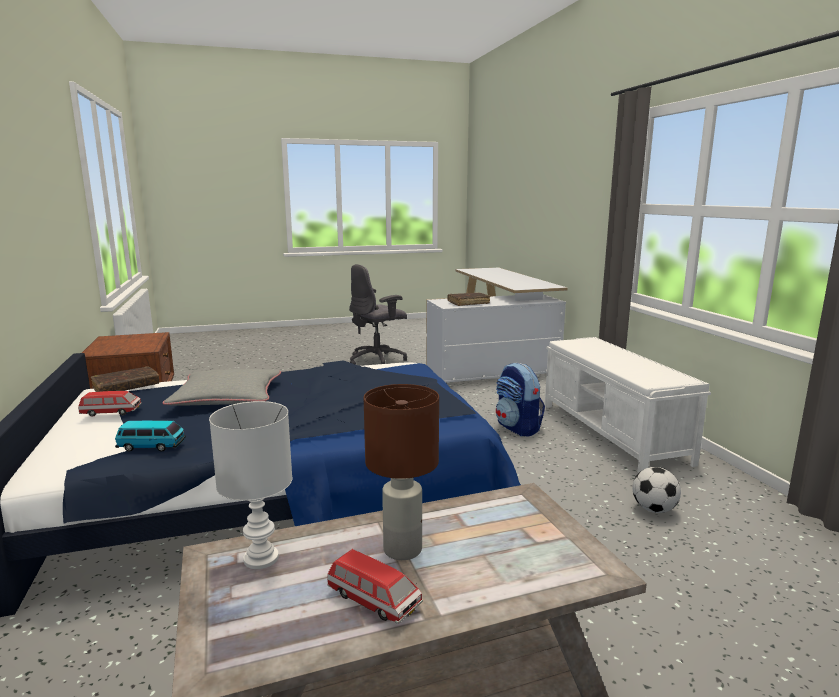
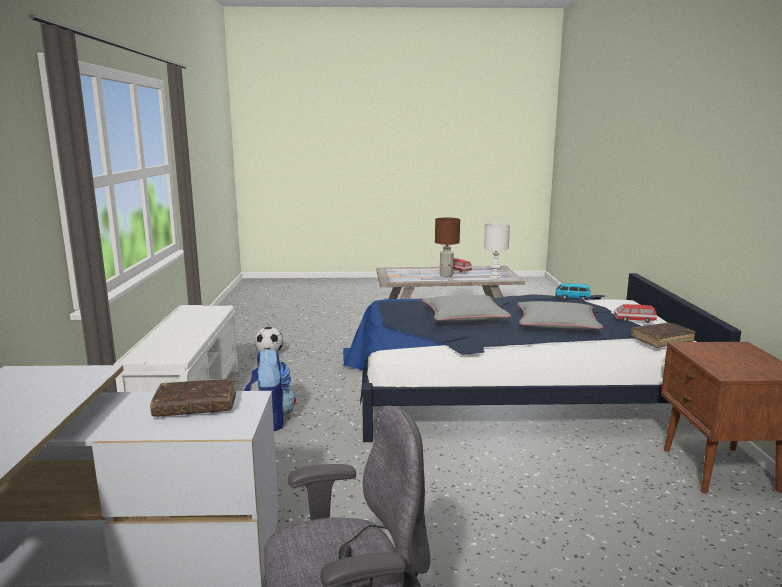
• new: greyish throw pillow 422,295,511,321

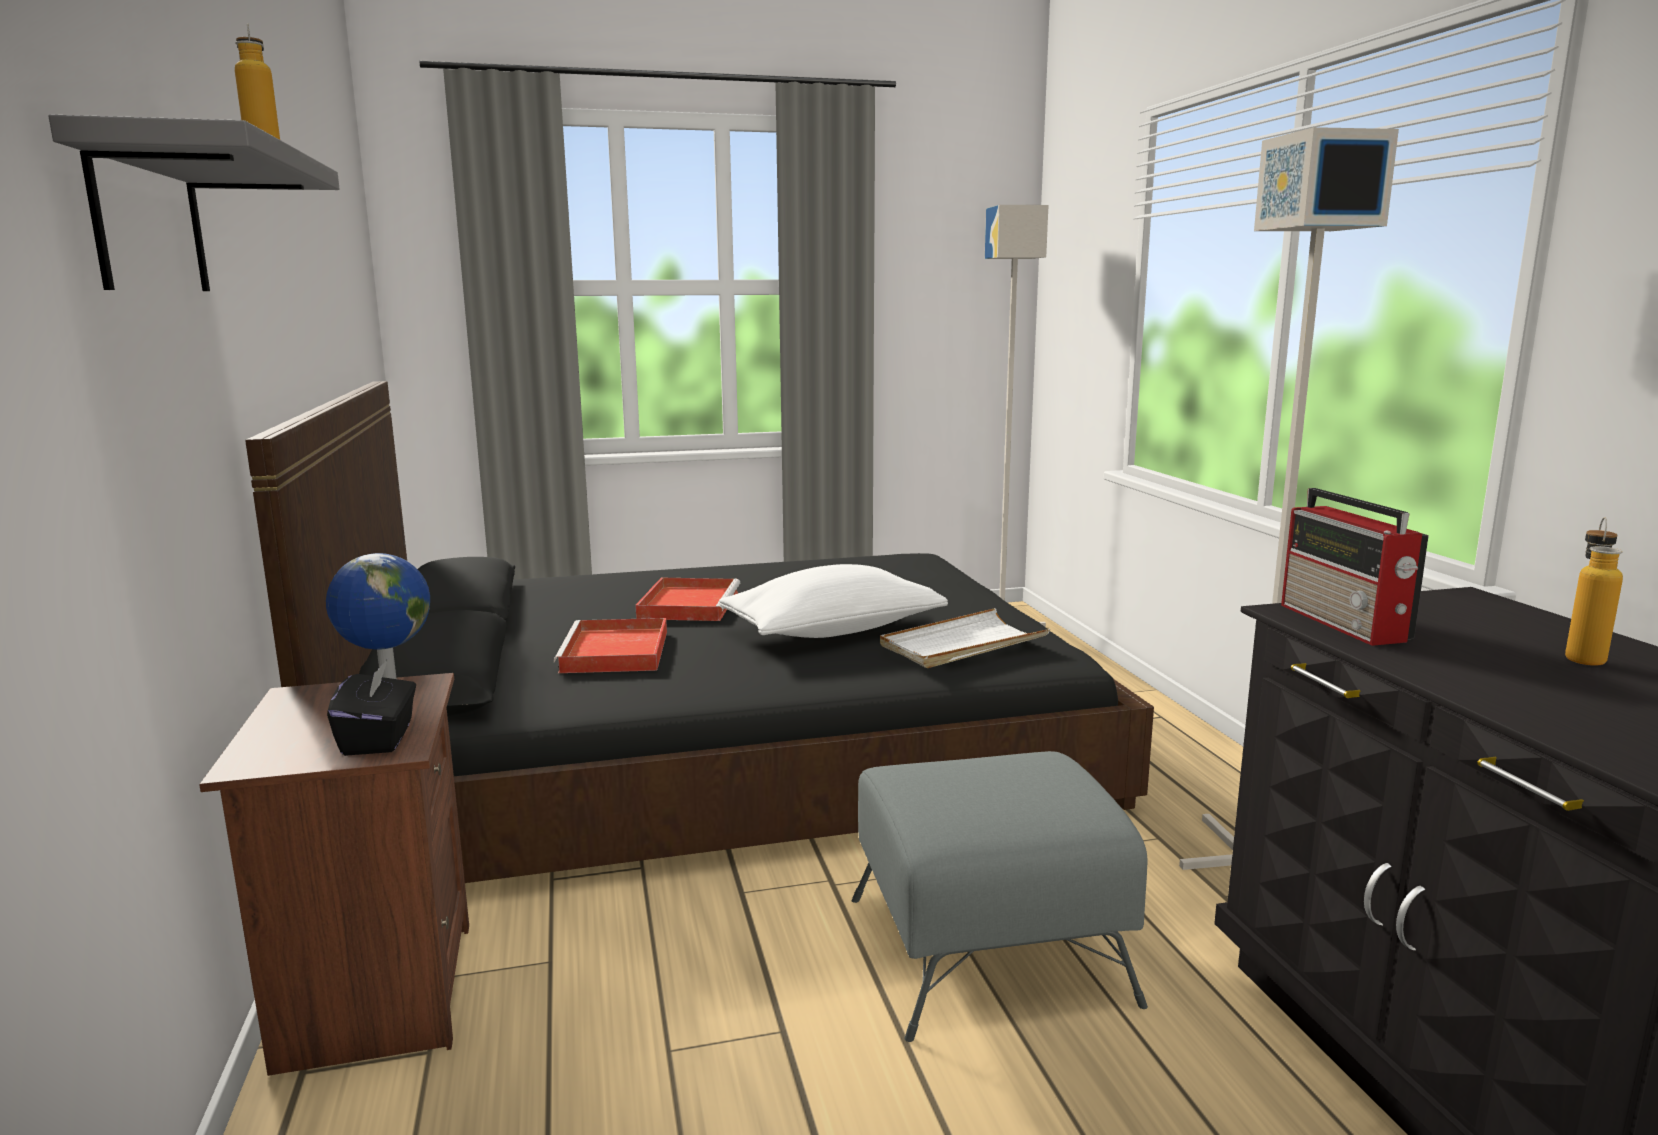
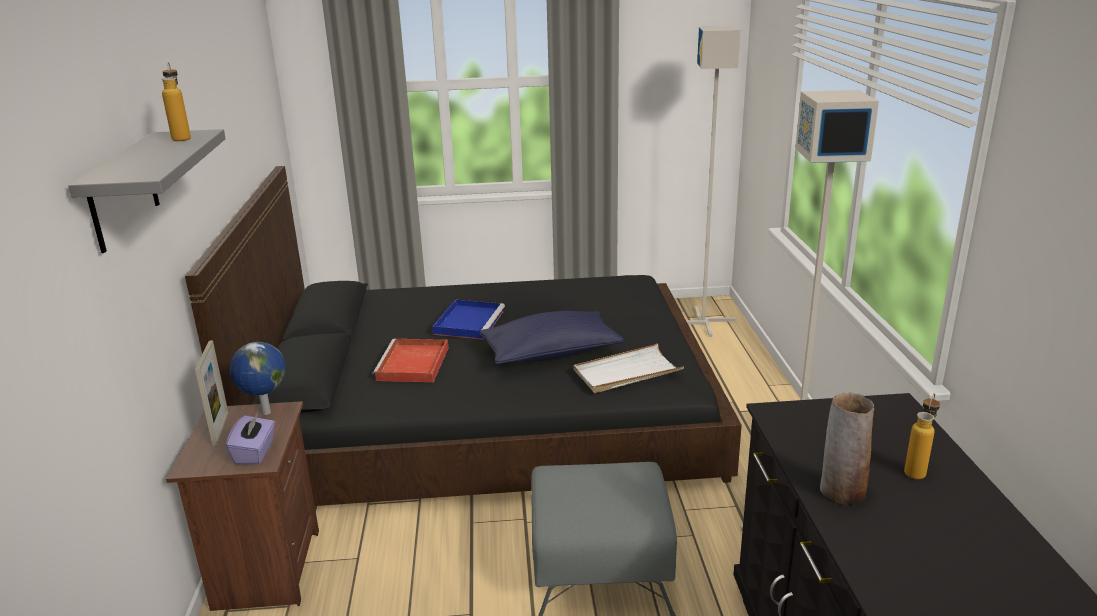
• new: photo frame 195,340,228,446
• repainted: black-coloured tissue box 327,659,416,756 to purple-coloured tissue box 226,413,275,465
• repainted: reddish tray 635,578,740,621 to bluish tray 432,300,505,339
• repainted: white throw pillow 719,564,948,638 to bluish throw pillow 480,311,624,364
• new: decorative vase 820,393,874,505
• gone: radio receiver 1281,488,1429,646

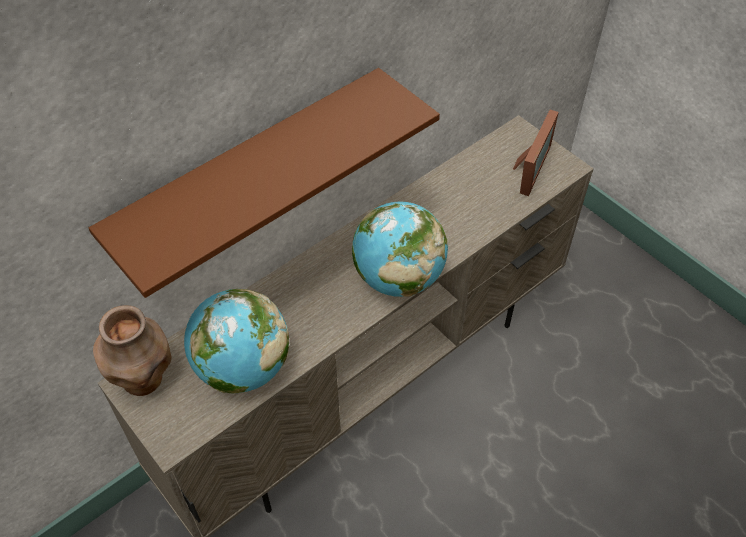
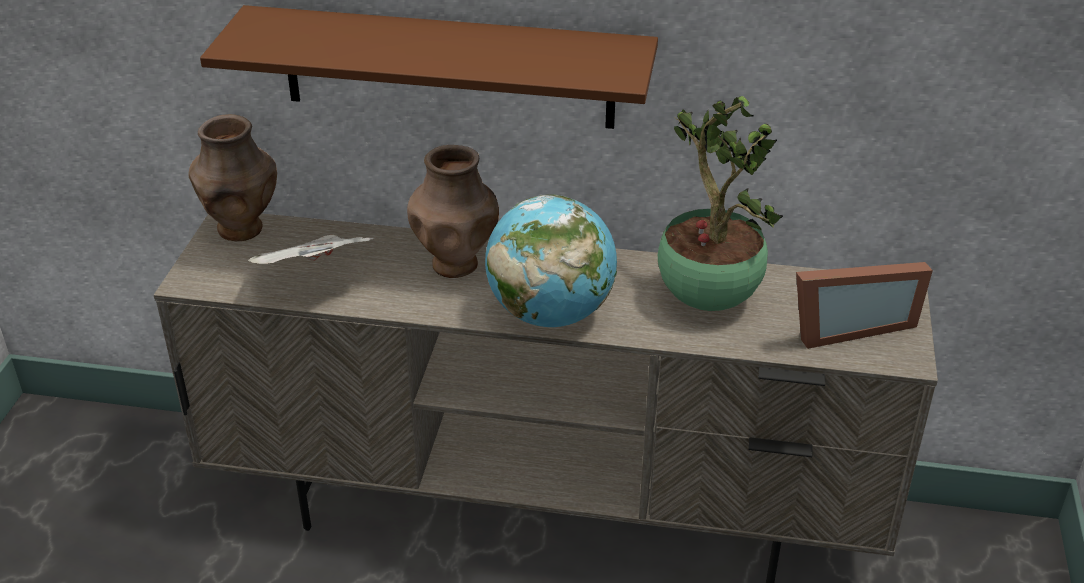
• swapped: desk globe 184,289,289,393 to printed paper 248,235,374,264
• new: brownish decorative vase 407,145,499,278
• new: potted plant 658,96,783,311

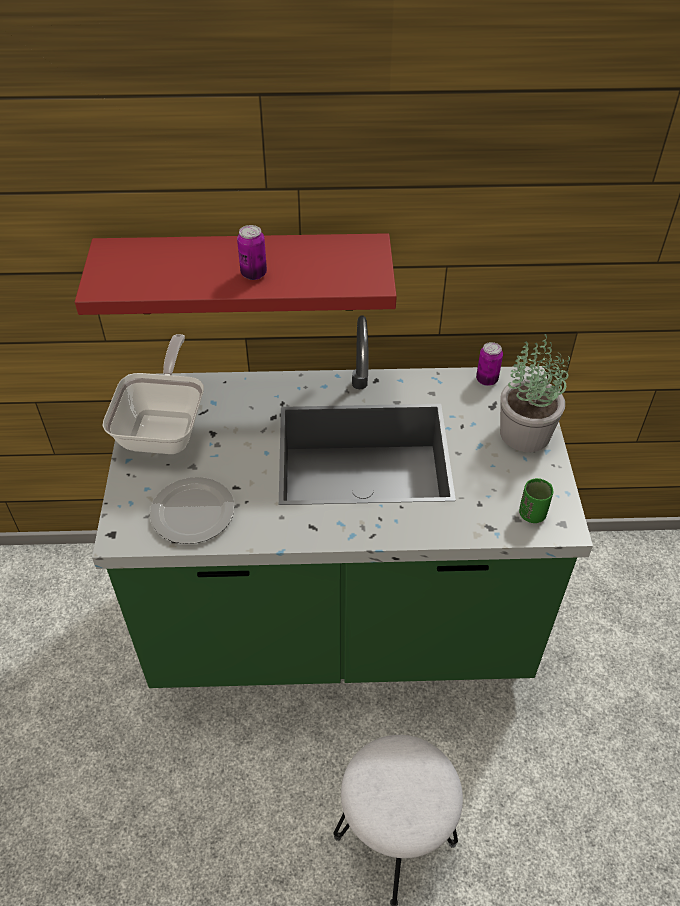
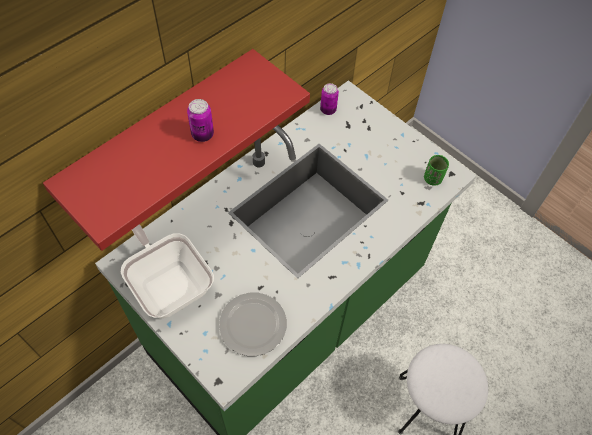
• gone: potted plant 500,334,570,452

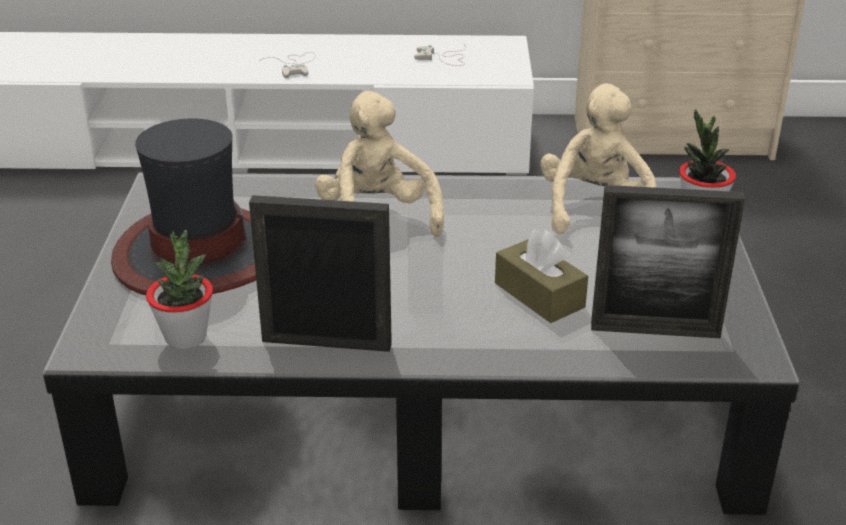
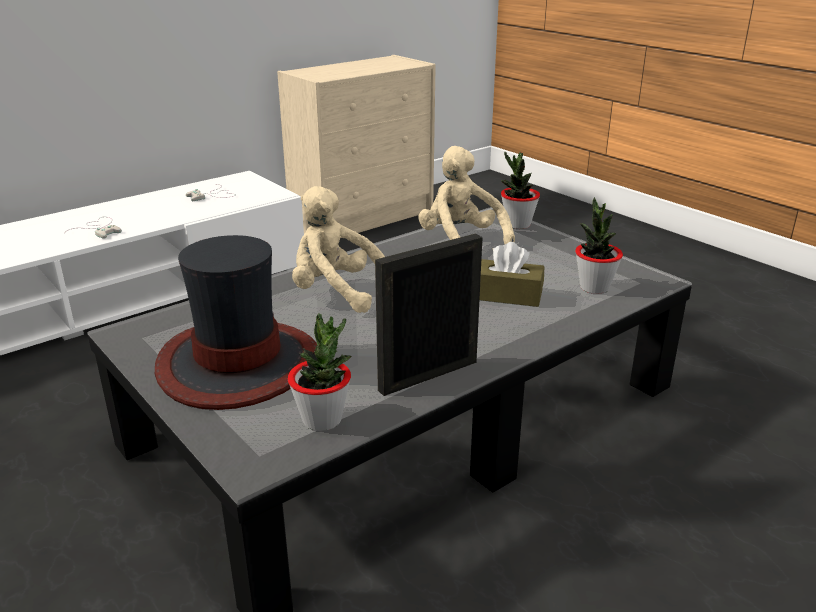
• swapped: photo frame 591,185,745,339 to potted plant 575,197,623,294

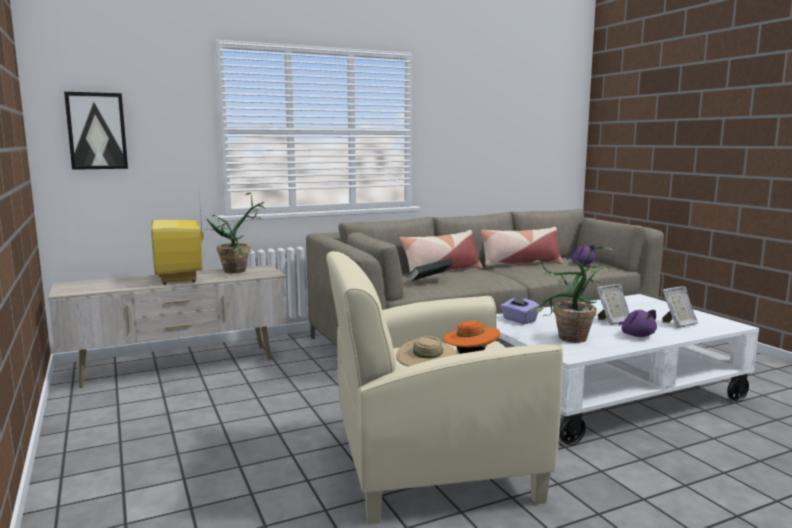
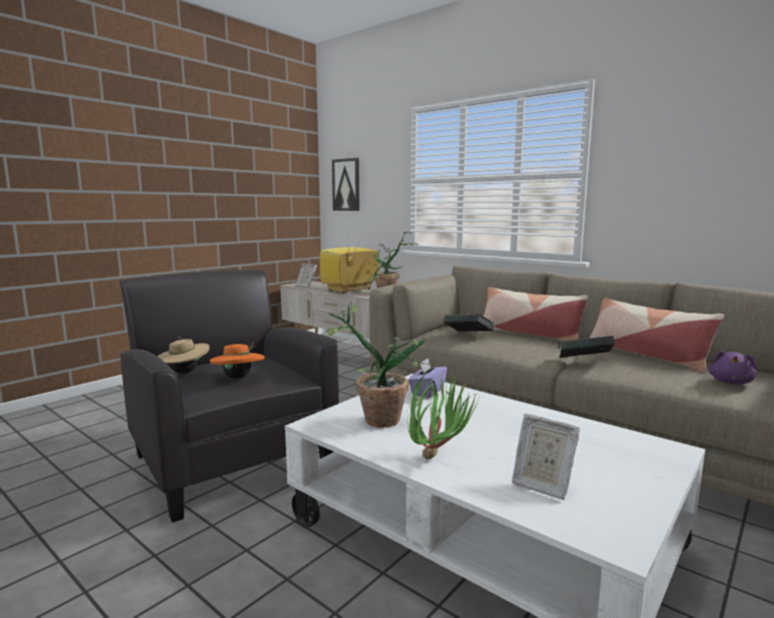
• repainted: beige armchair 326,251,563,524 to black-coloured armchair 120,270,339,522
• shifted: photo frame 596,284,630,325 to 296,263,317,288
• swapped: purple-coloured plush toy 619,310,657,337 to potted plant 407,372,480,460
• new: volume 558,336,615,358

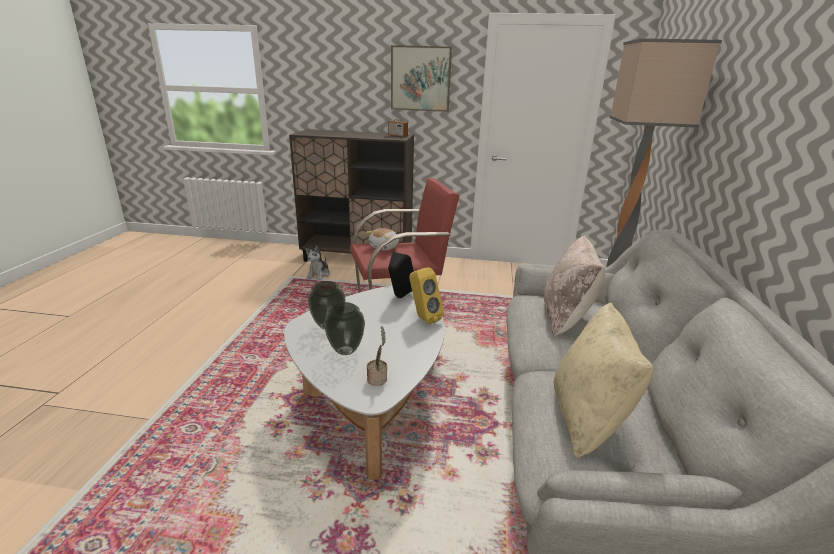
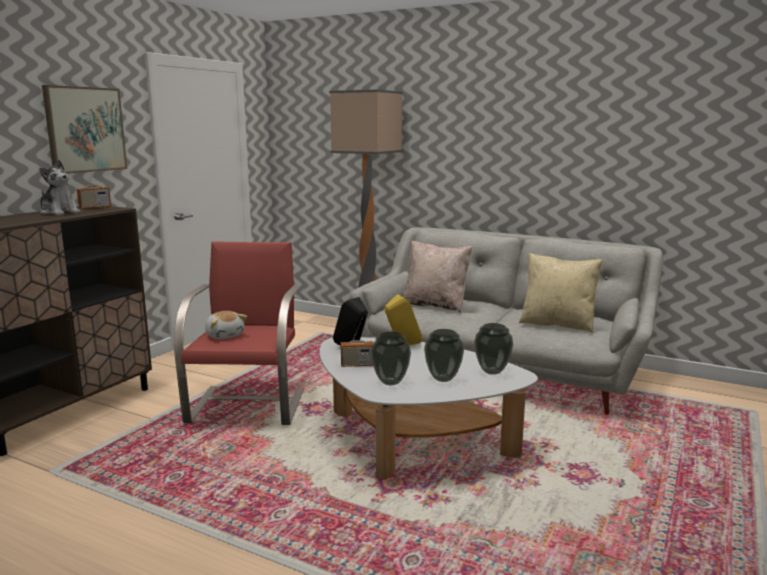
• shifted: plush toy 305,245,330,280 to 39,159,80,215
• new: radio receiver 341,317,373,367
• swapped: potted plant 367,326,387,386 to decorative vase 474,323,513,375

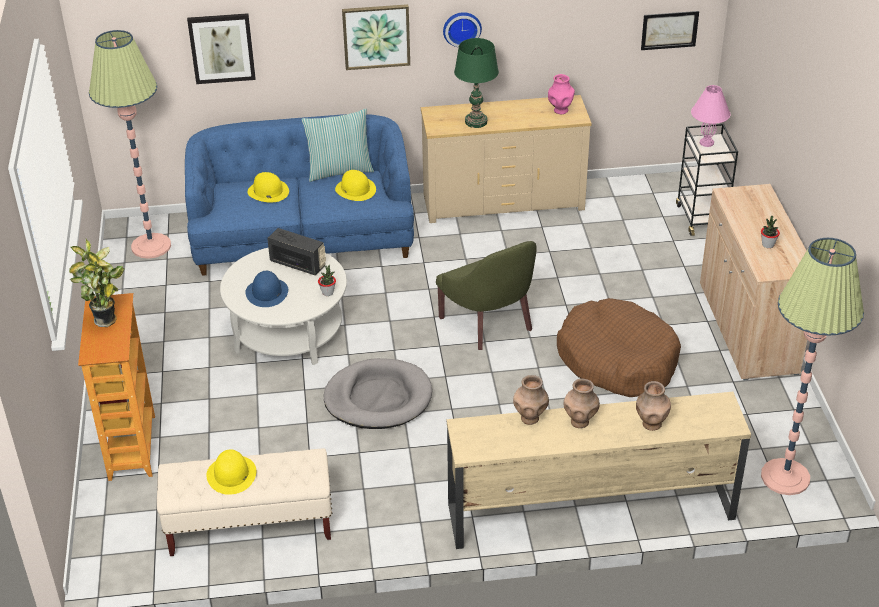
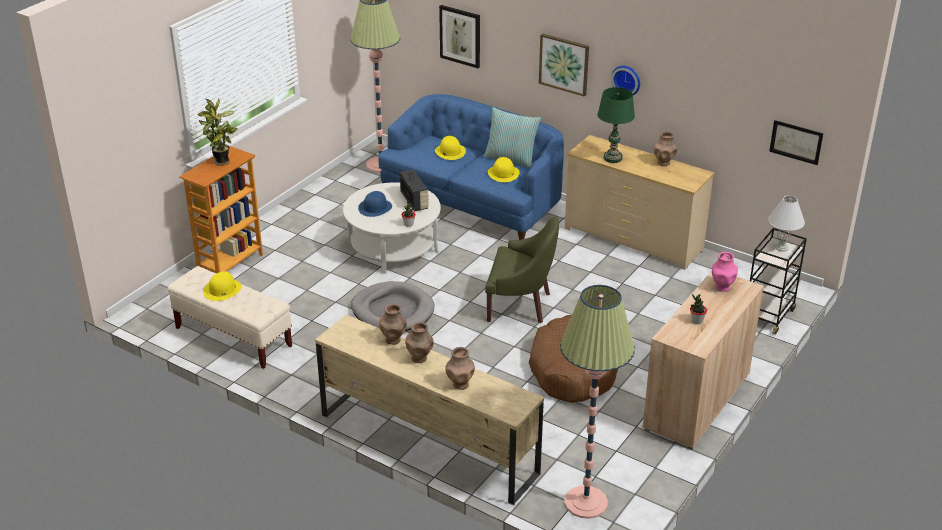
• rotated: green armchair 436,241,537,350 = 485,217,559,323 90 degrees counterclockwise
• new: brownish decorative vase 654,131,677,166
• shifted: pinkish decorative vase 548,74,575,114 to 712,252,738,292
• repainted: pinkish table lamp 691,85,730,147 to white table lamp 768,195,805,252

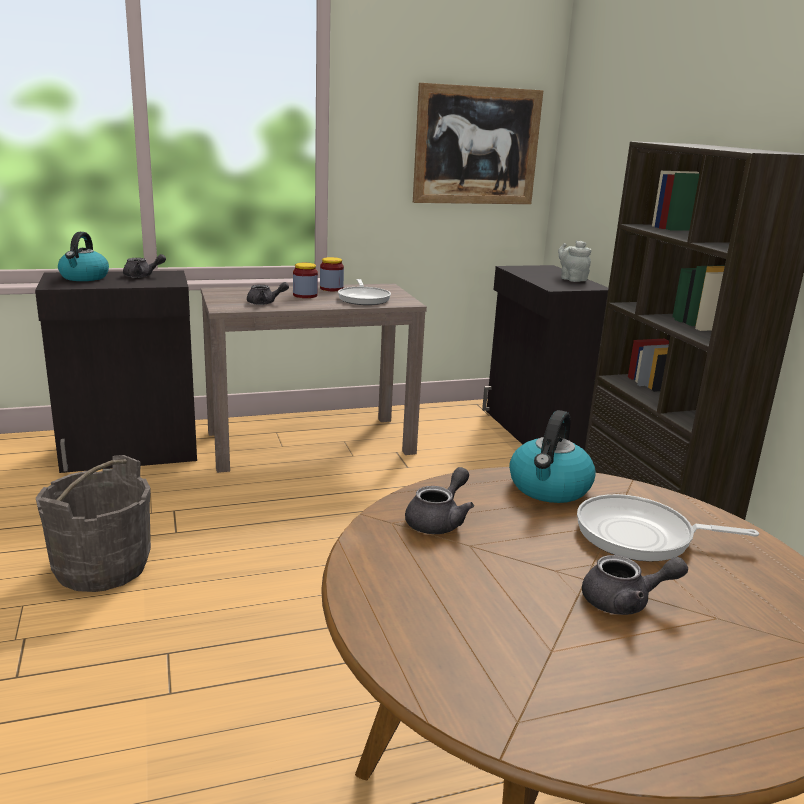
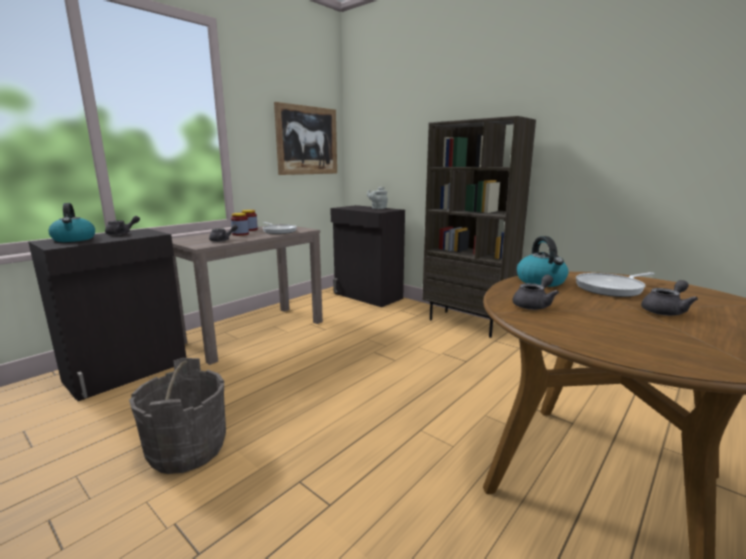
• rotated: greyish pot for tea 405,467,474,534 = 512,275,559,310 45 degrees clockwise

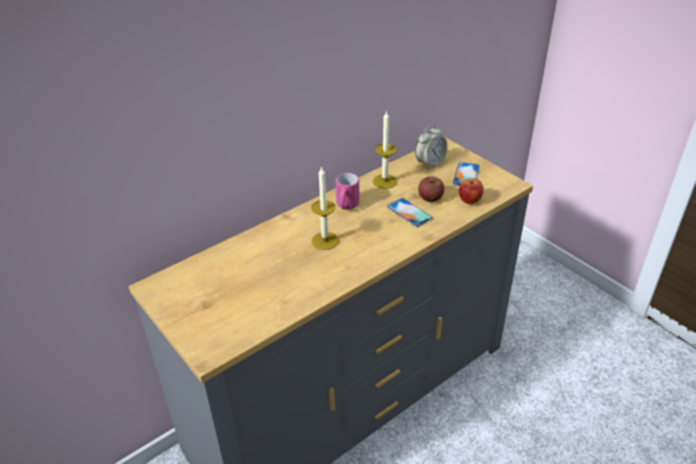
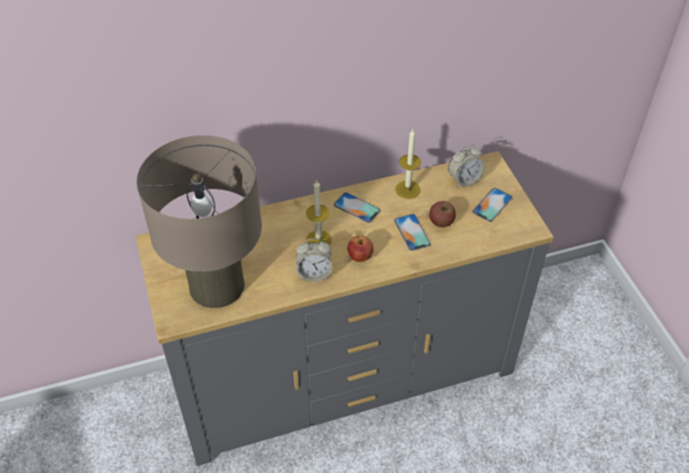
• new: beige table lamp 137,135,262,308
• new: alarm clock 296,239,332,282
• swapped: pinkish mug 336,173,359,209 to phone 334,192,381,223
• shifted: whole apple 459,178,484,204 to 348,236,374,262

